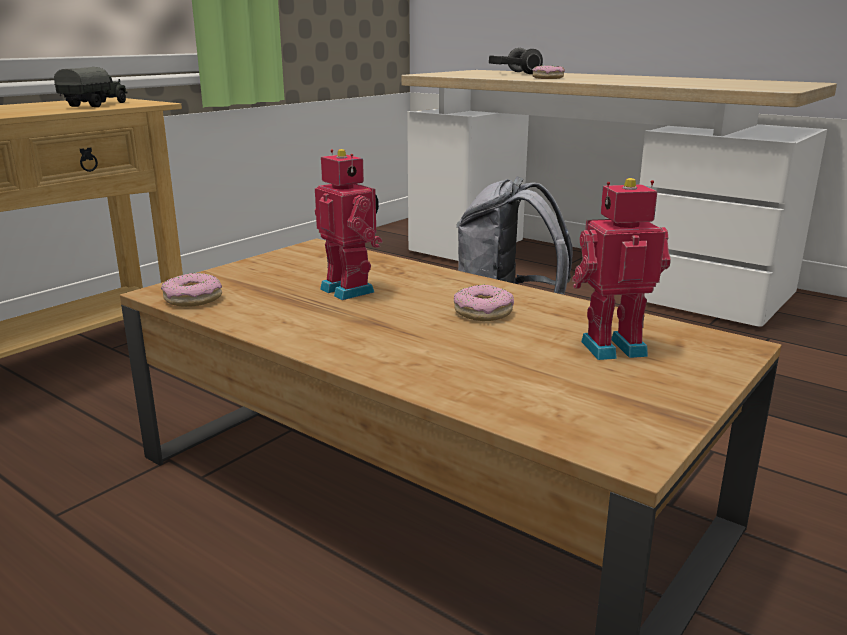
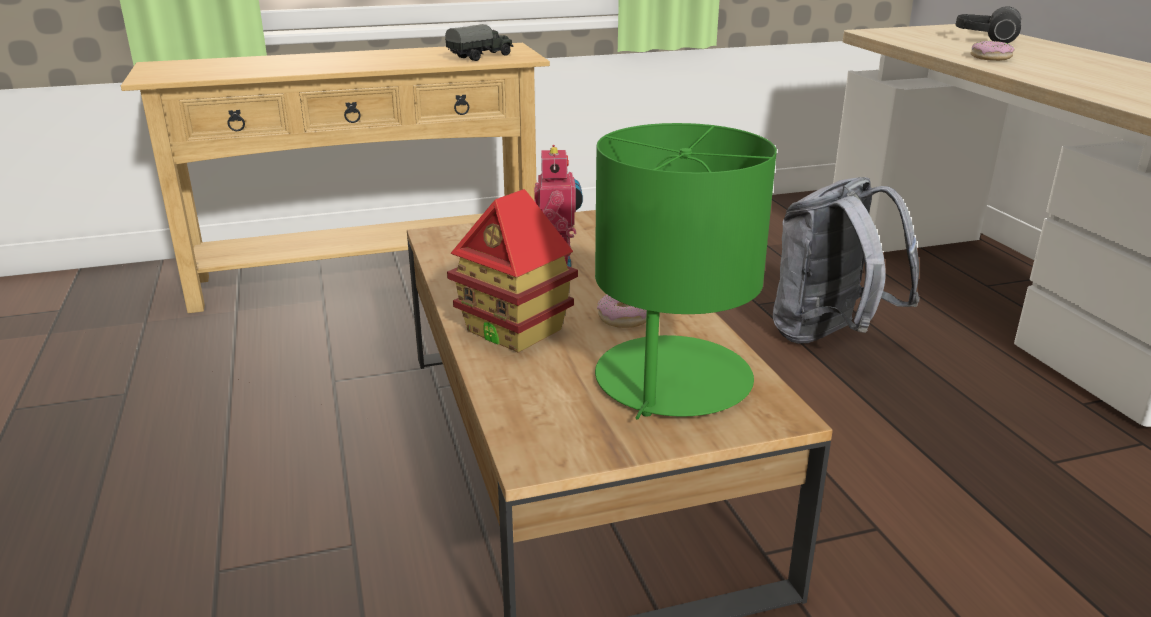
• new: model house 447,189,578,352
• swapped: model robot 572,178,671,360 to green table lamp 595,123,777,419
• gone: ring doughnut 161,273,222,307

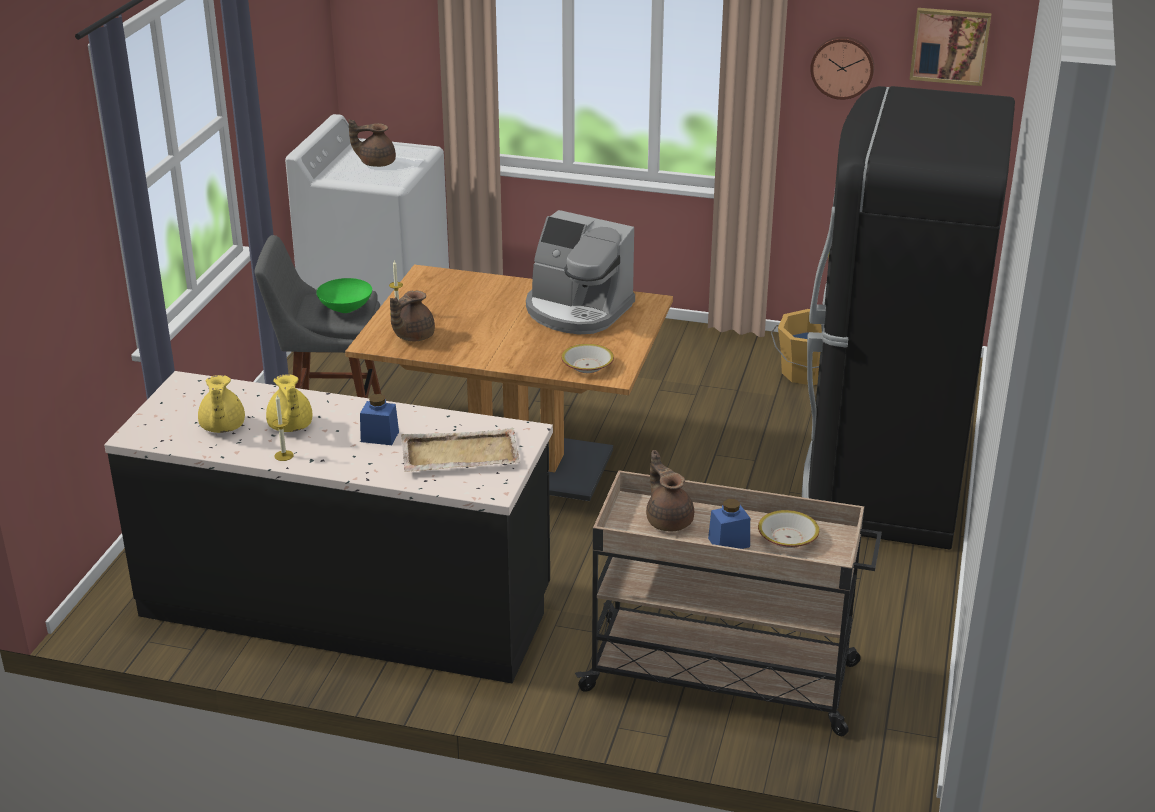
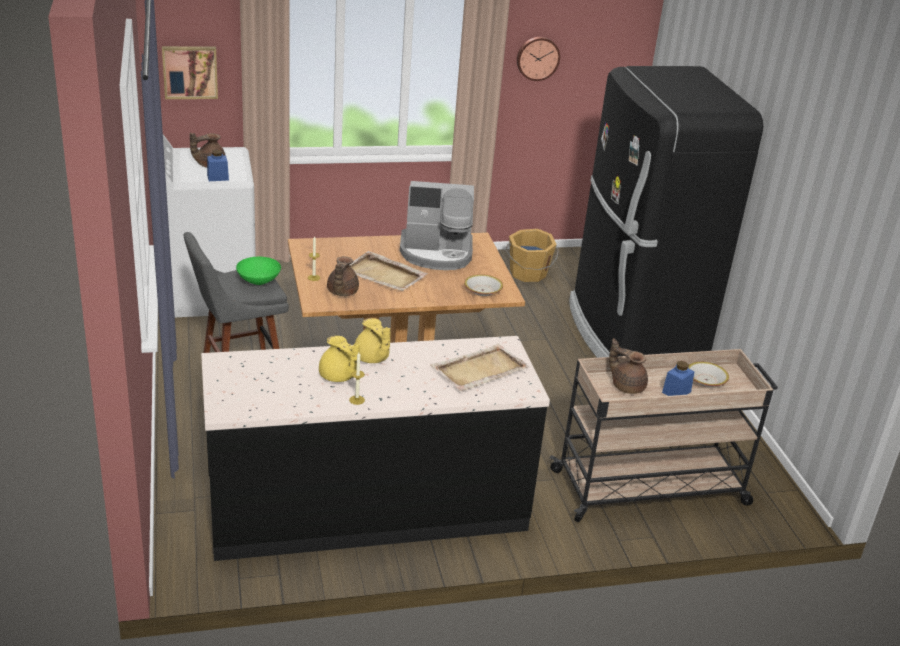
• shifted: wall picture 909,8,992,86 to 162,46,218,99
• shifted: bluish preserve jar 360,394,399,445 to 207,150,229,181
• new: beige tray 349,251,428,291
• shifted: yellow pot for tea 198,375,245,433 to 355,318,390,363

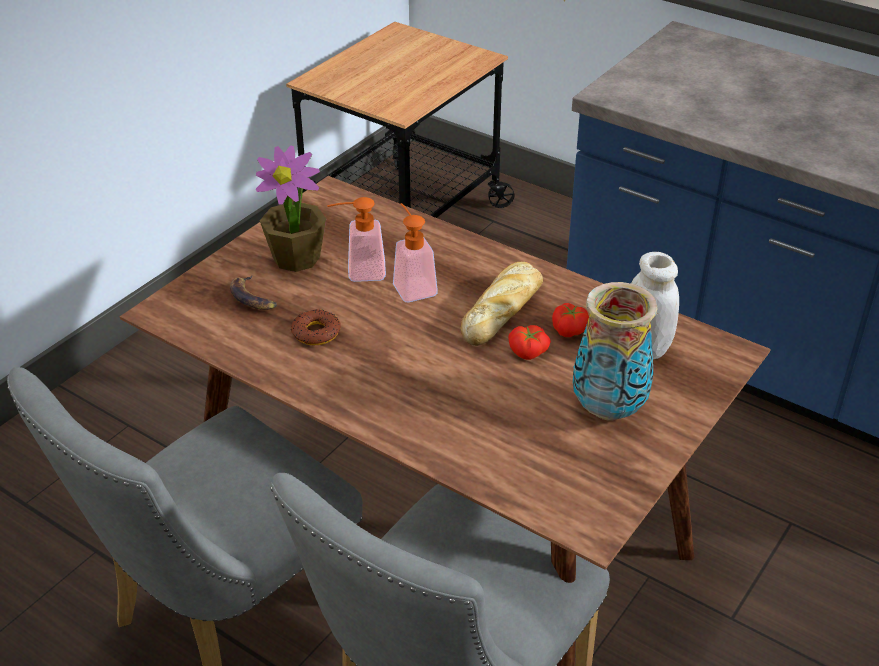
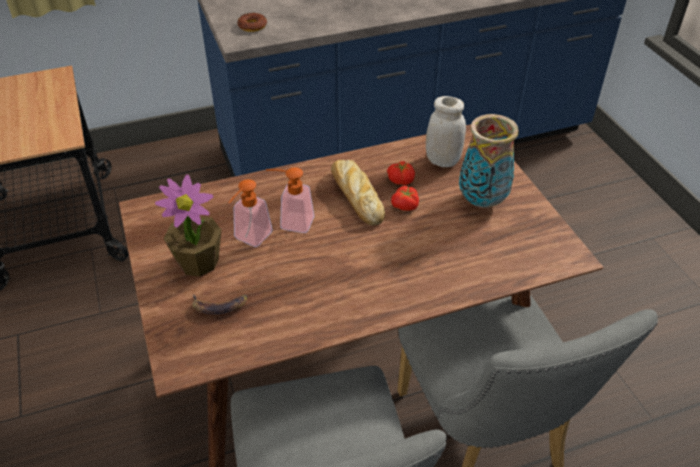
• shifted: ring doughnut 291,309,341,345 to 237,13,267,32

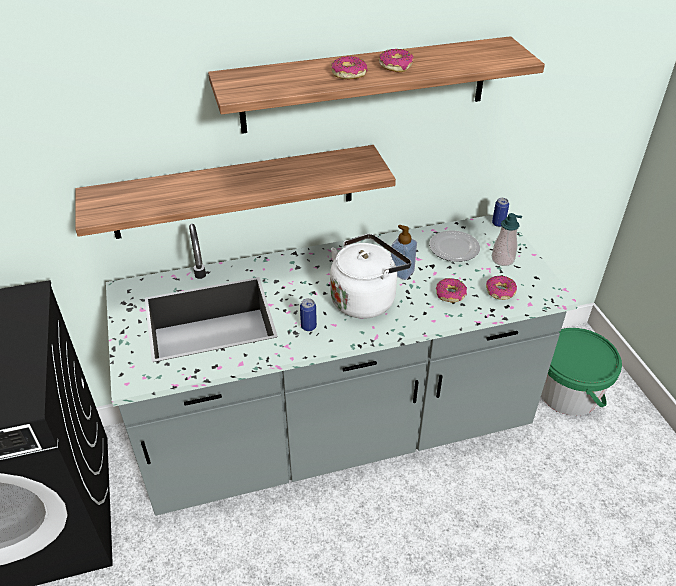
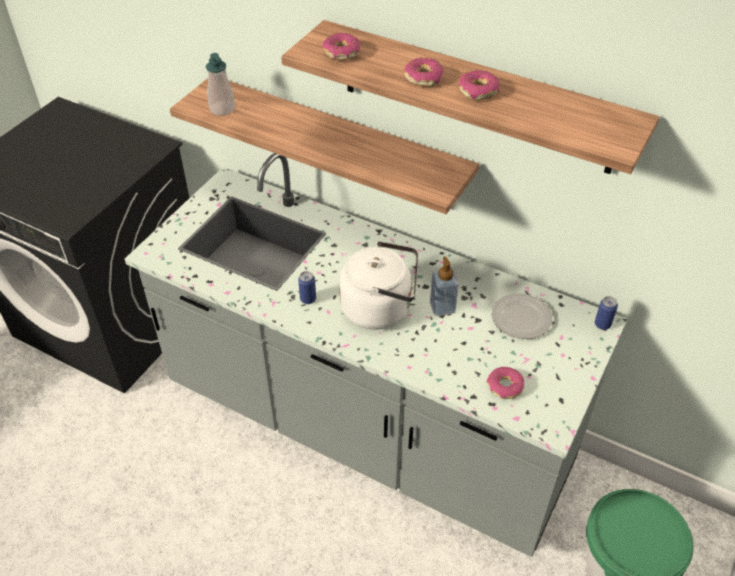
• shifted: soap bottle 492,213,522,266 to 206,53,235,116
• shifted: ring doughnut 436,278,467,303 to 322,33,360,60

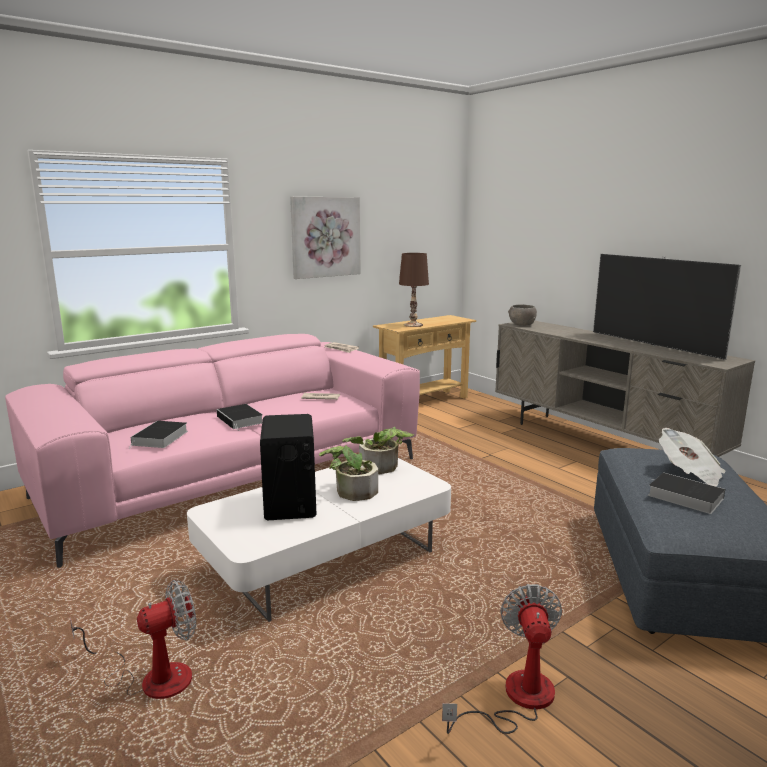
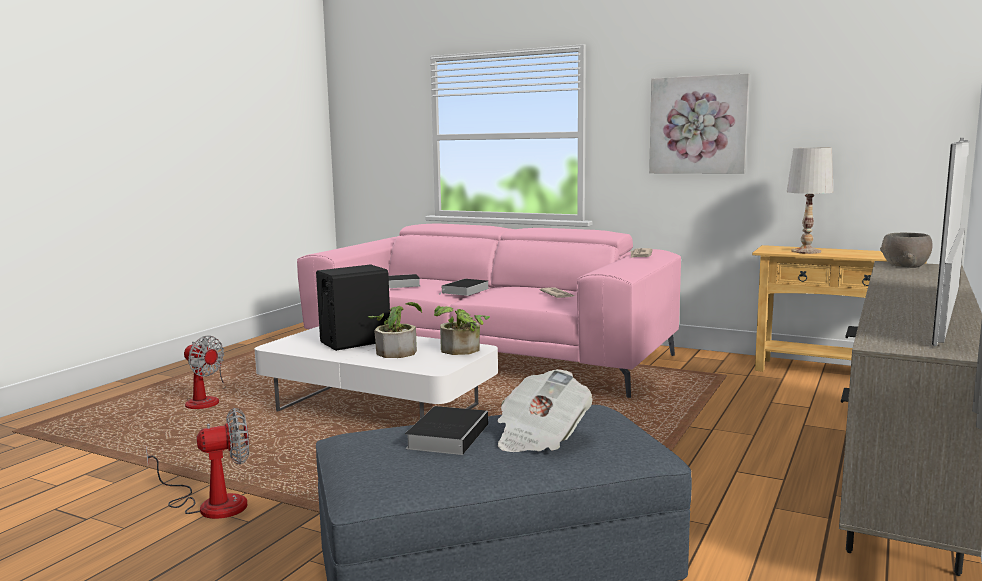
• repainted: brownish table lamp 399,253,429,327 to white table lamp 787,148,833,254

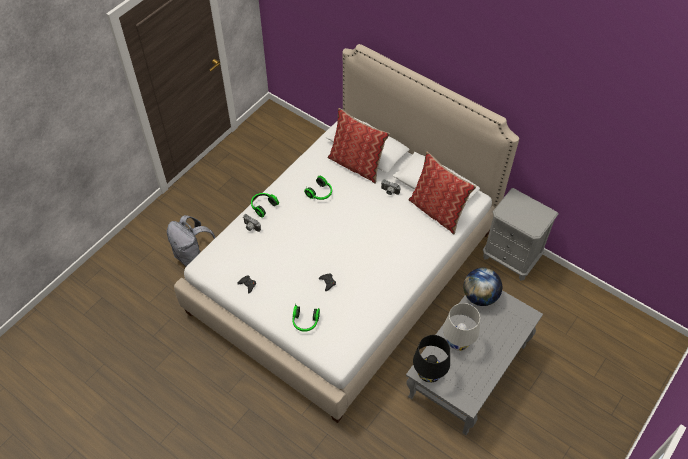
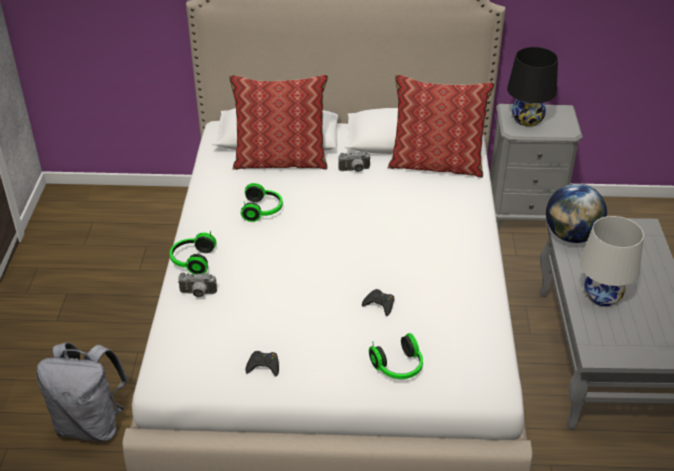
• shifted: black-coloured table lamp 413,335,450,383 to 507,47,558,127

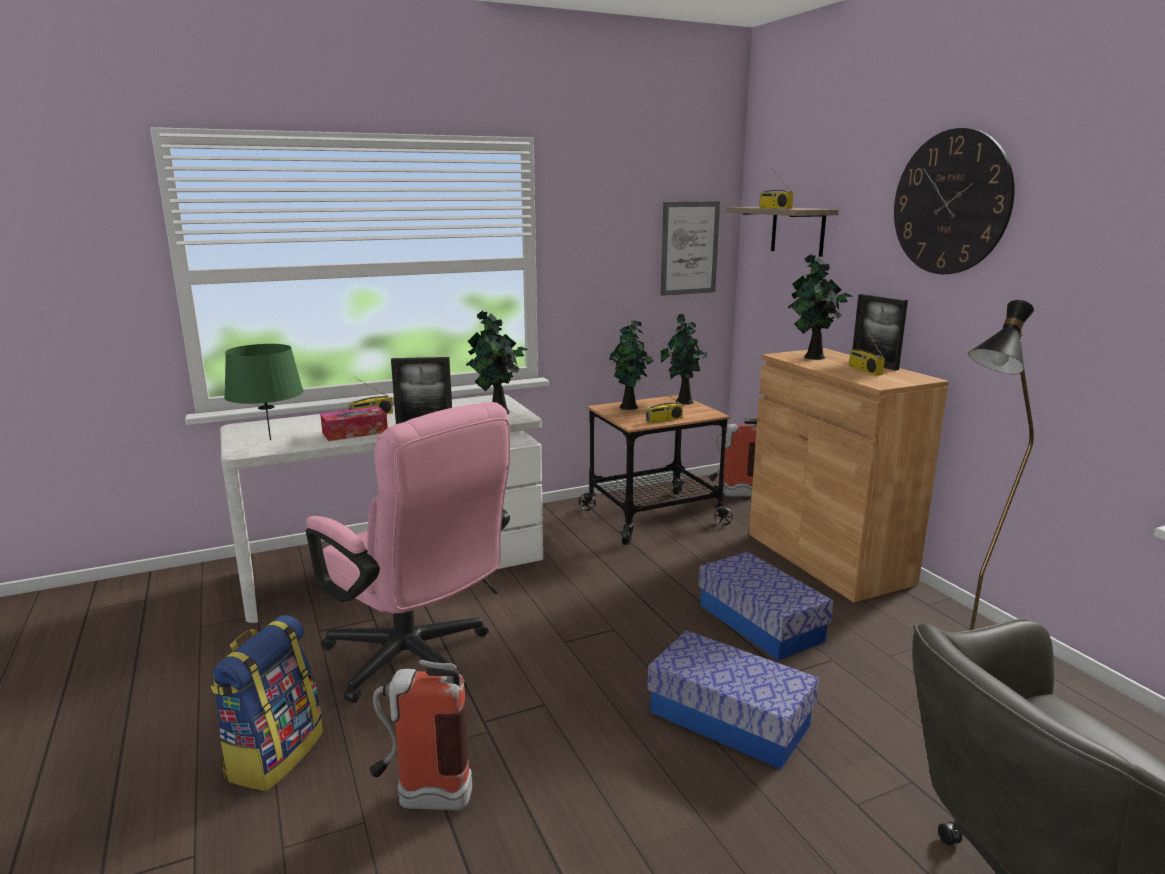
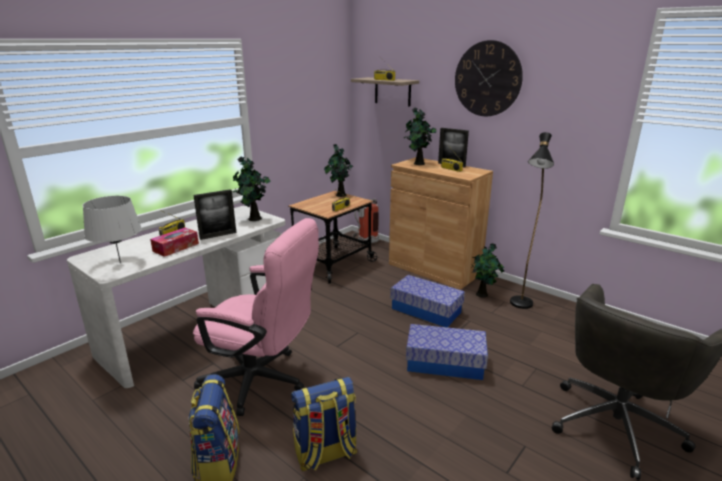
• repainted: green table lamp 224,344,304,440 to greyish table lamp 83,196,142,263
• swapped: extinguisher 369,660,472,810 to backpack 291,377,358,471
• shifted: potted plant 609,320,654,410 to 472,243,504,298
• gone: wall picture 660,201,720,296

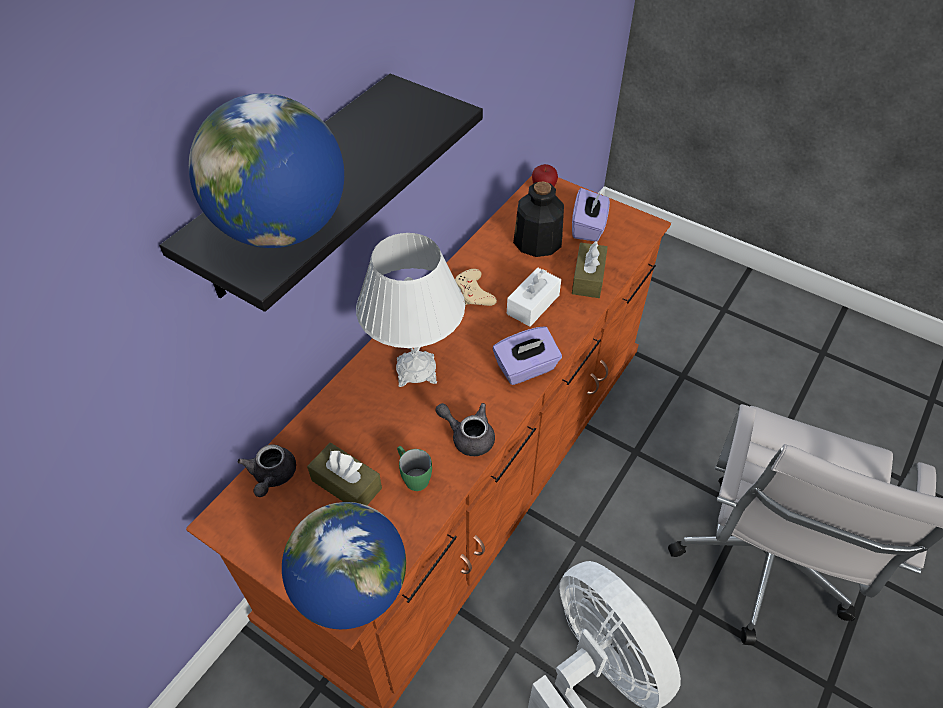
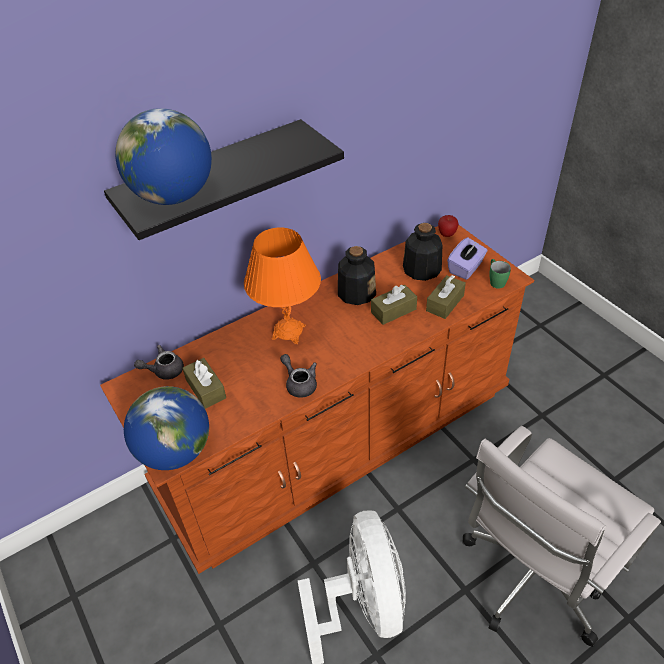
• rotated: greyish pot for tea 238,444,296,497 = 134,345,184,380 45 degrees clockwise
• repainted: white table lamp 356,233,465,387 to orangey table lamp 244,227,321,344
• swapped: beige joypad 455,269,497,306 to beverage bottle 338,246,376,305
• repainted: white tissue box 507,268,561,327 to brownish tissue box 371,285,417,325
• shifted: green mug 397,446,432,491 to 489,259,511,289
• gone: purple-coloured tissue box 493,326,562,385

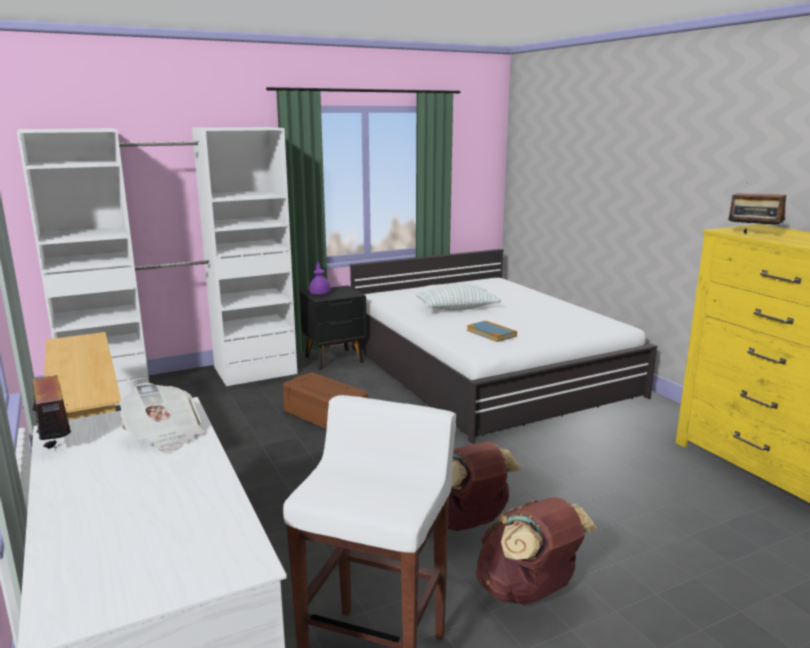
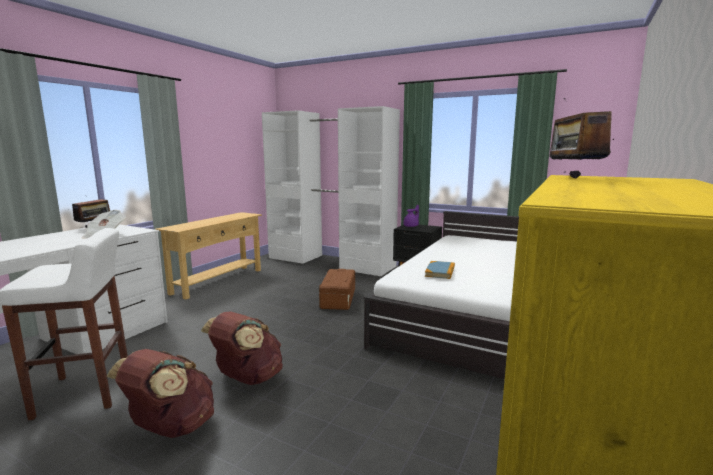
• gone: throw pillow 416,284,501,311

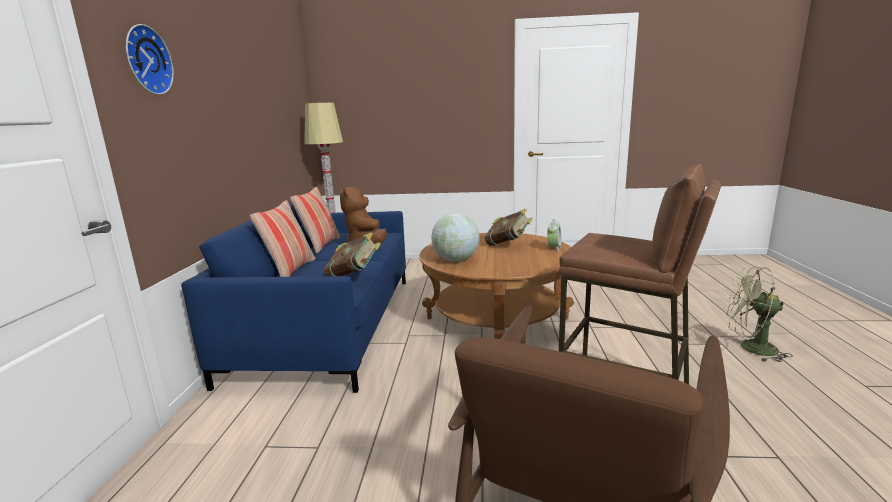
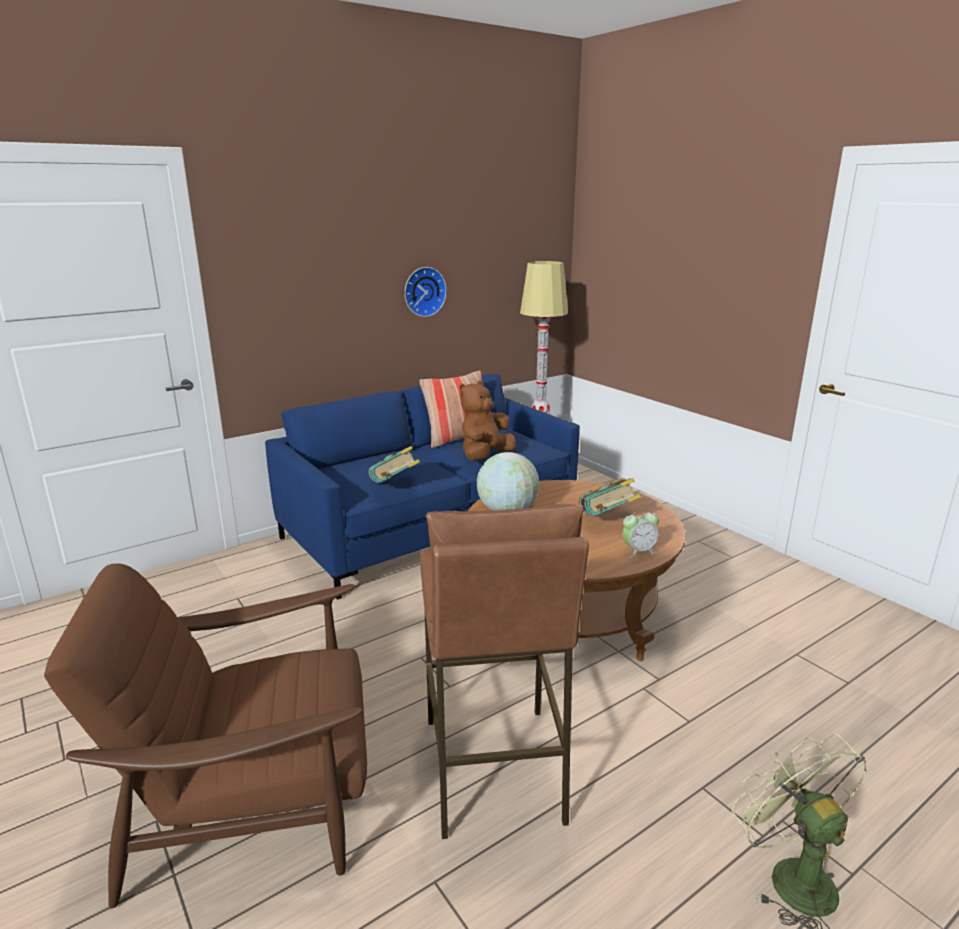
• shifted: wall clock 126,24,174,95 to 405,267,447,317
• gone: throw pillow 250,200,315,277

